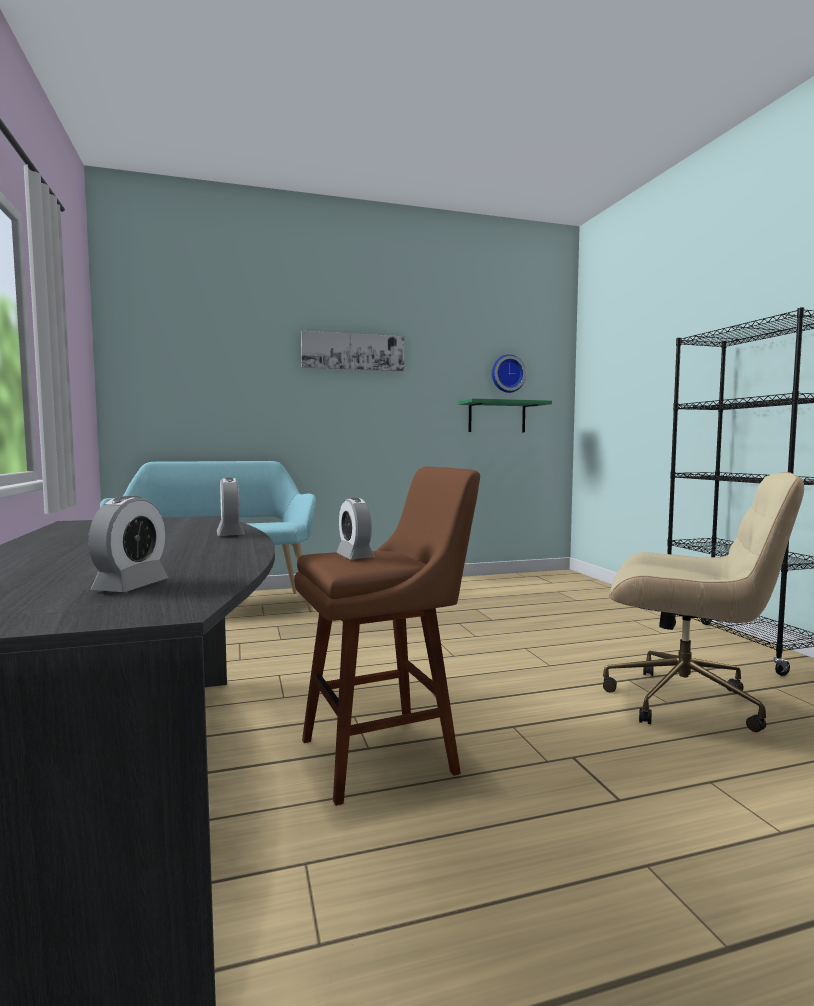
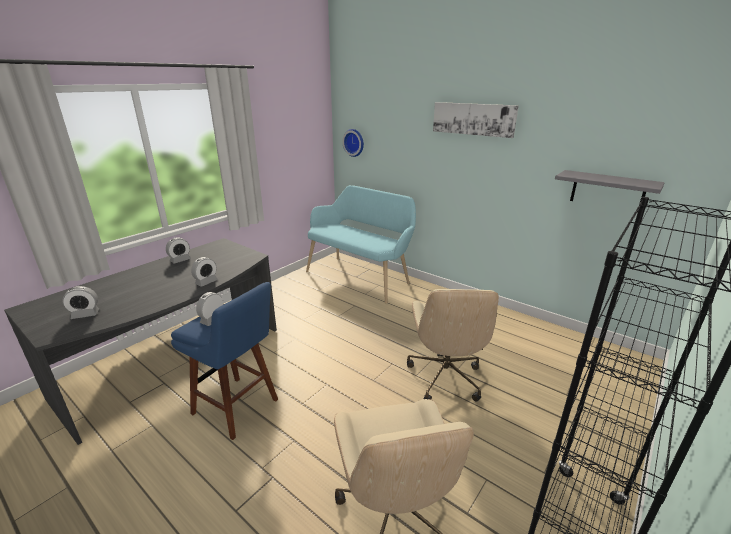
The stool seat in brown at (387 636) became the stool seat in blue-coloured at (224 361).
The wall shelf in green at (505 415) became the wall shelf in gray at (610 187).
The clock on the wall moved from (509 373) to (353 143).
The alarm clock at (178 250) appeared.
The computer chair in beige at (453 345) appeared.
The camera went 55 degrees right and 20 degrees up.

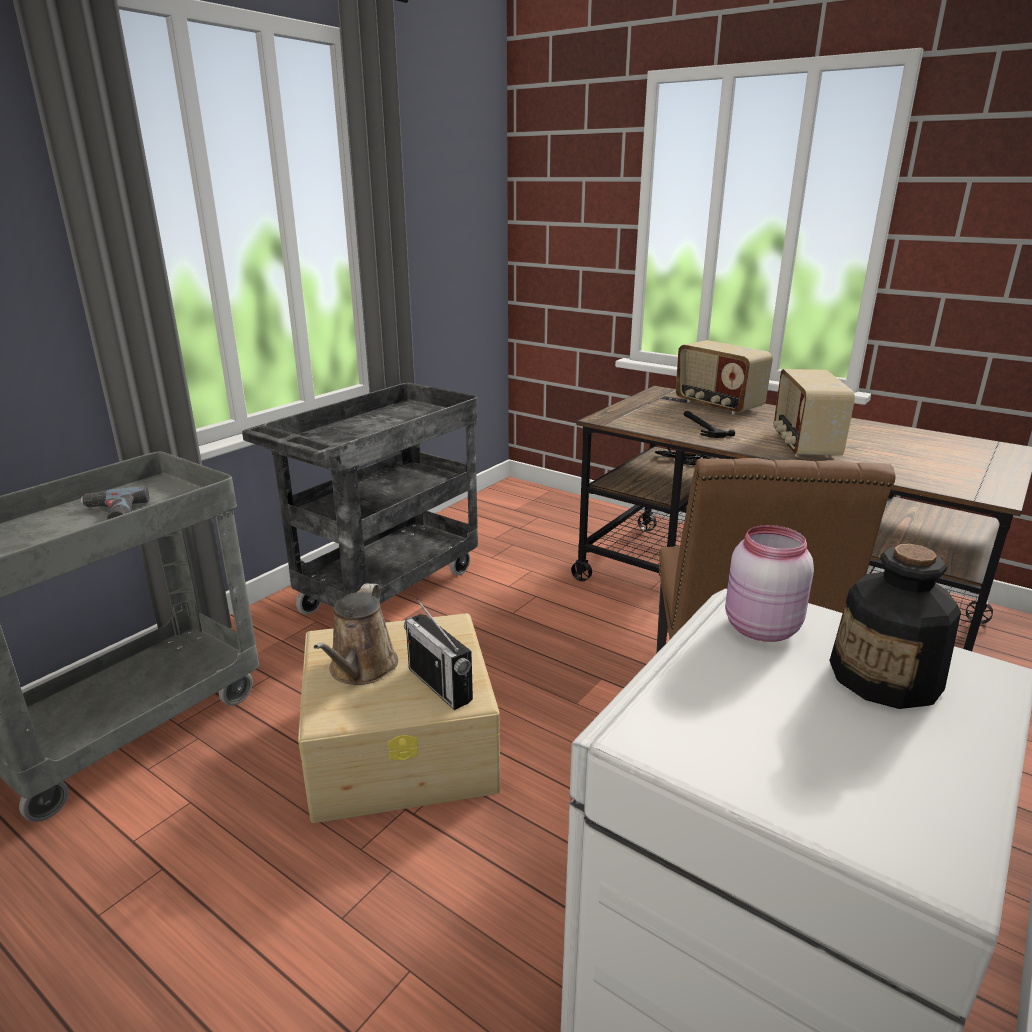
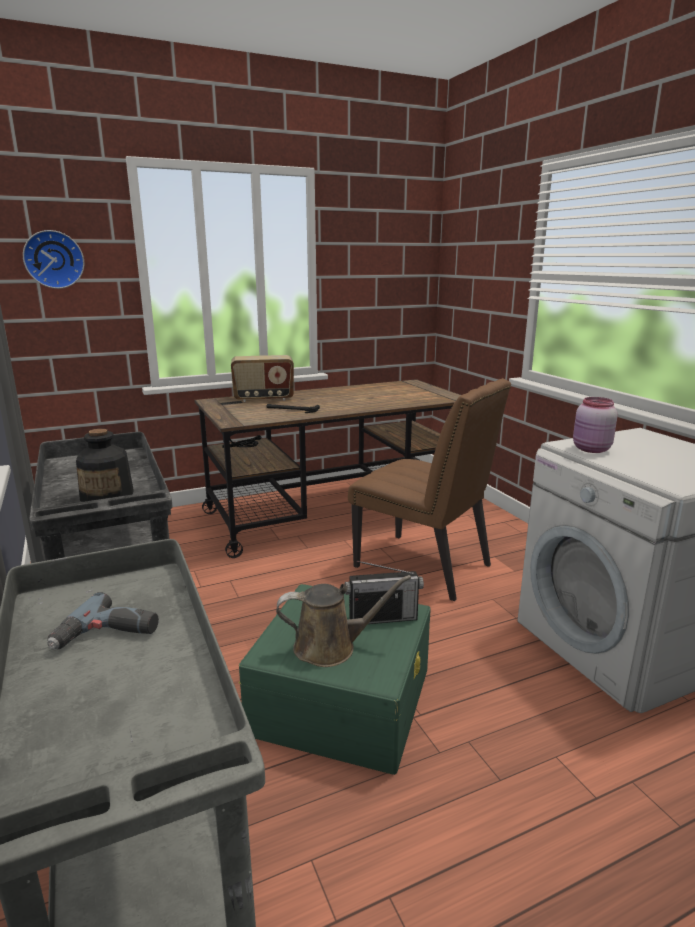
The storage box in beige at (399 718) became the storage box in green at (334 679).
The watering pot in brown at (356 634) turned 45 degrees counterclockwise.
The radio at (814 413) disappeared.
The beverage bottle moved from (895 626) to (105 465).
The clock on the wall at (53 259) appeared.
The camera went 60 degrees left and 5 degrees down.

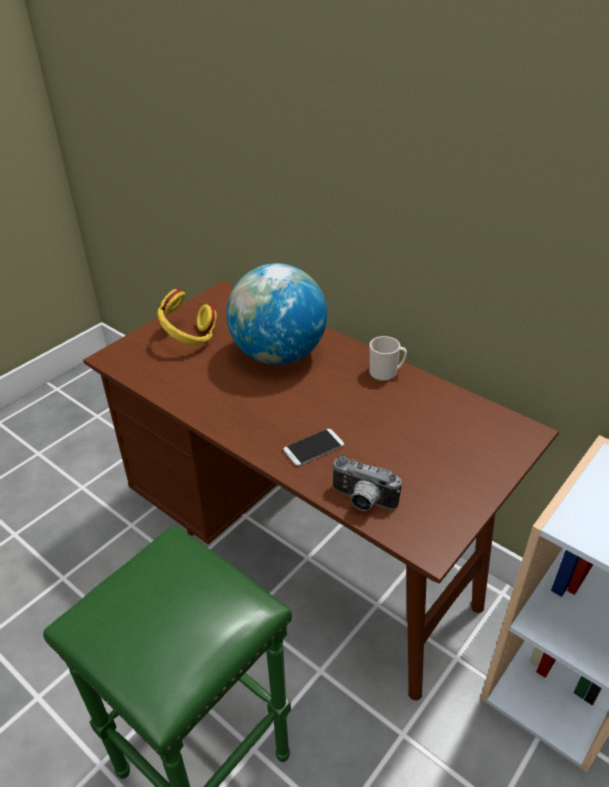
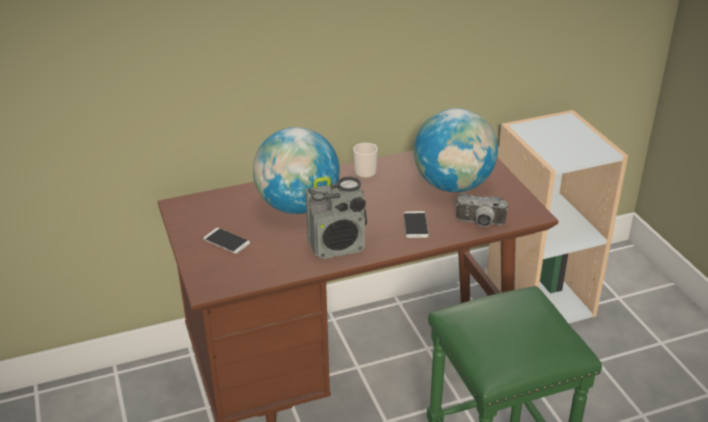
The pair of headphones in yellow-coloured at (187 317) was replaced by the phone at (226 241).
The still camera at (366 483) turned 45 degrees clockwise.
The radio at (336 218) appeared.
The desk globe at (456 150) appeared.
The camera went 60 degrees left and 5 degrees down.

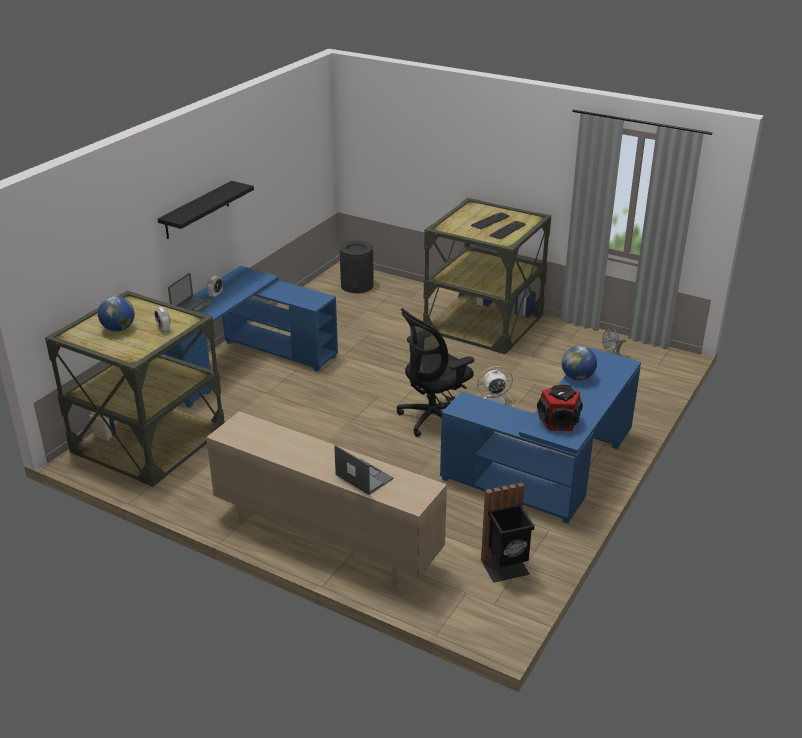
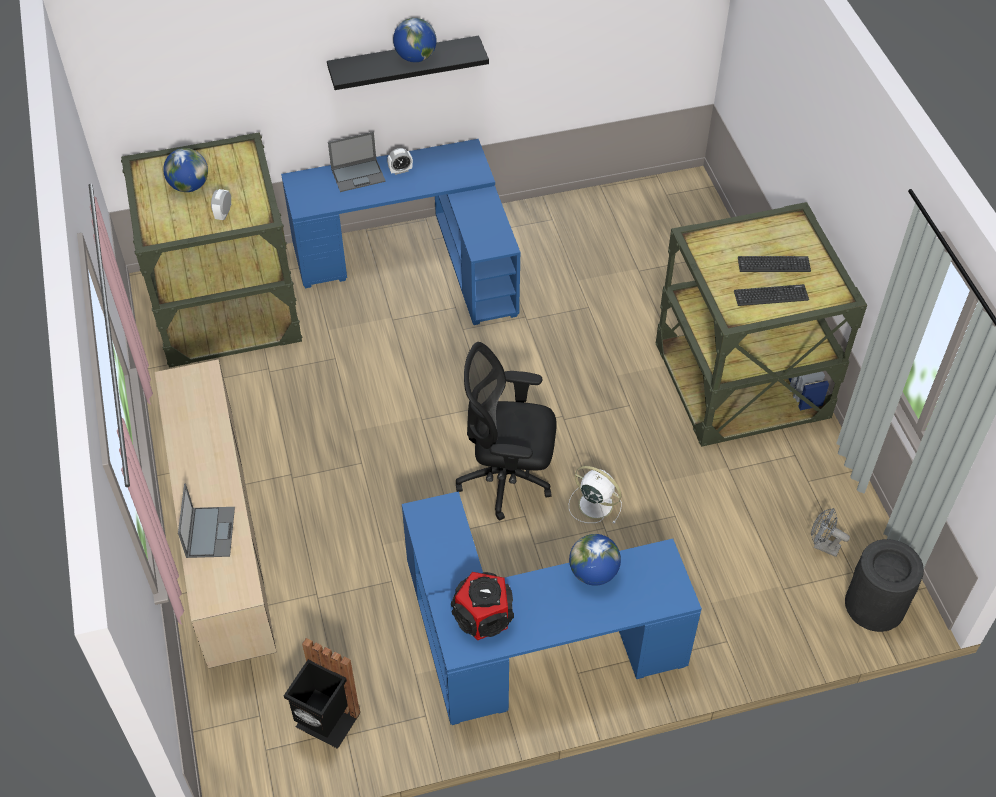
The waste bin in blackish moved from (357 267) to (884 585).
The desk globe at (415 40) appeared.
The camera went 45 degrees right and 20 degrees up.

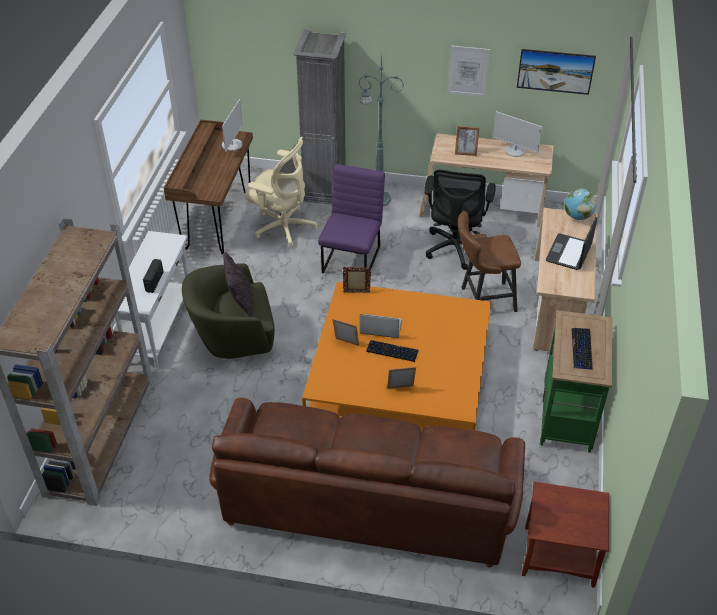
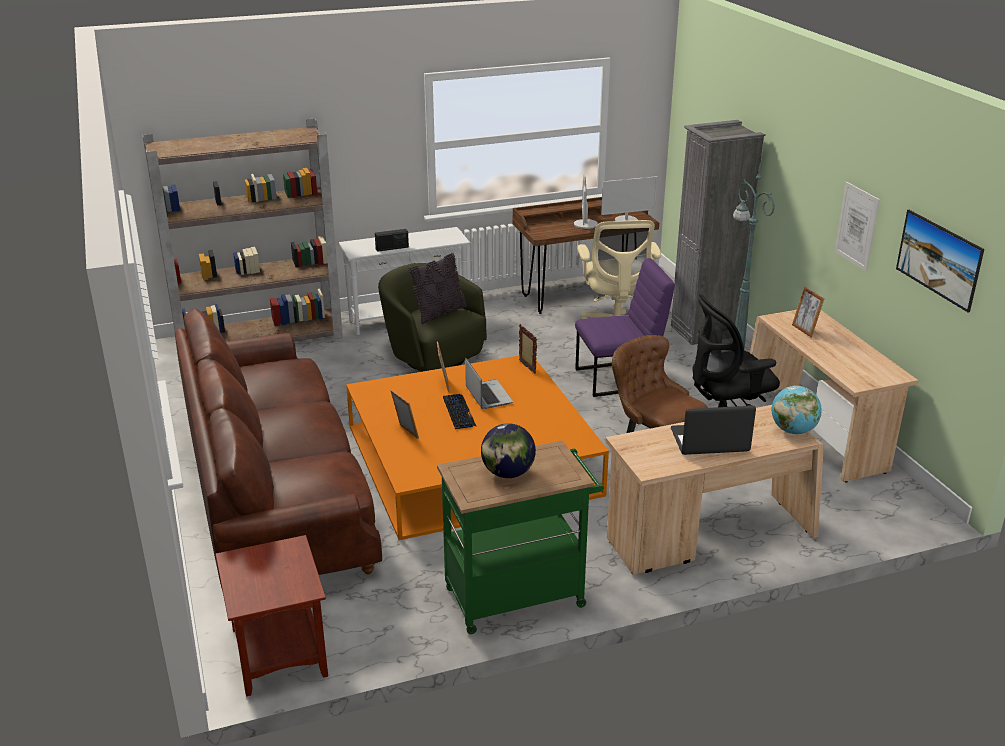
The monitor moved from (517 134) to (586 200).
The PC keyboard at (581 348) was replaced by the desk globe at (508 450).
The camera went 60 degrees right and 15 degrees down.

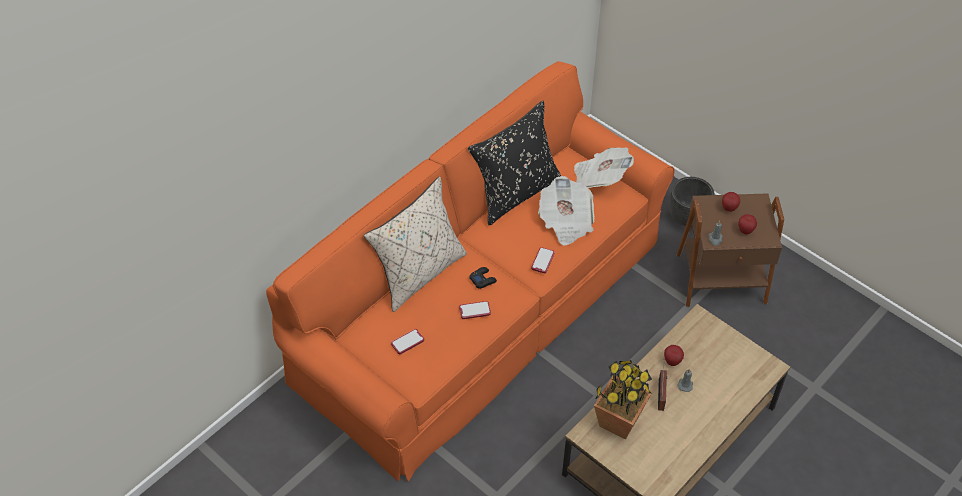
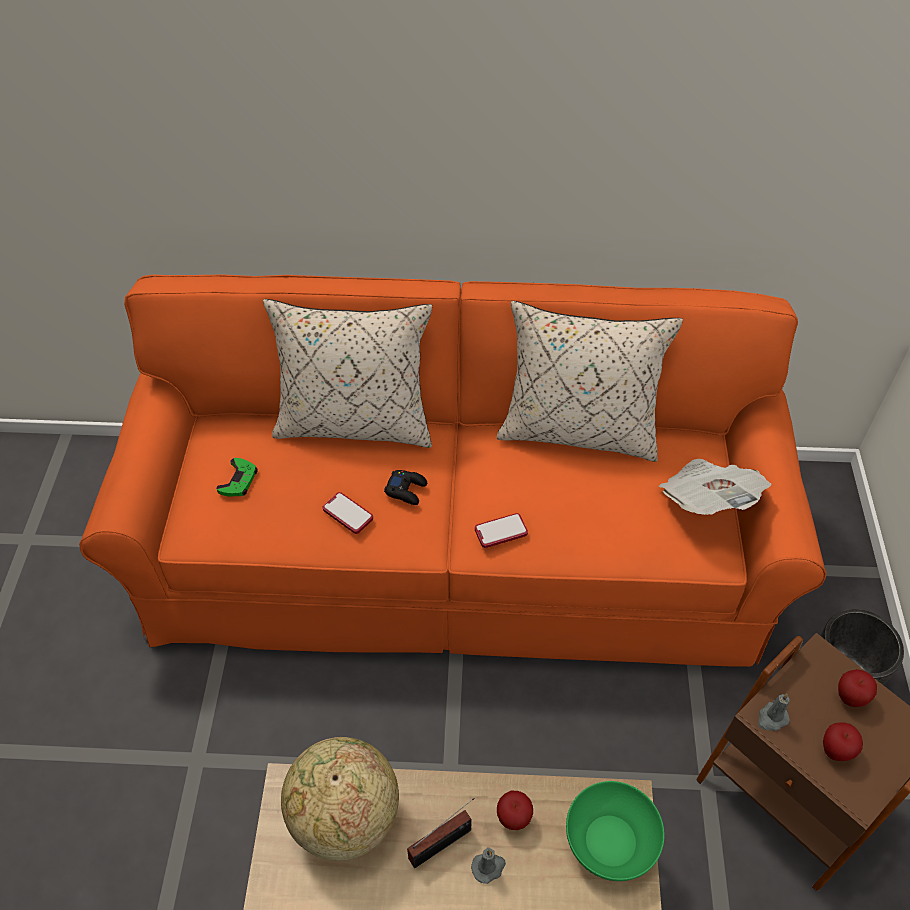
The phone at (407 342) was replaced by the game controller in green at (237 477).
The pillow in blackish at (514 163) became the pillow in beige at (590 381).
The printed paper at (566 211) disappeared.
The potted plant at (623 400) was replaced by the desk globe at (340 799).
The bowl in green at (615 831) appeared.
The camera went 50 degrees right and 0 degrees up.

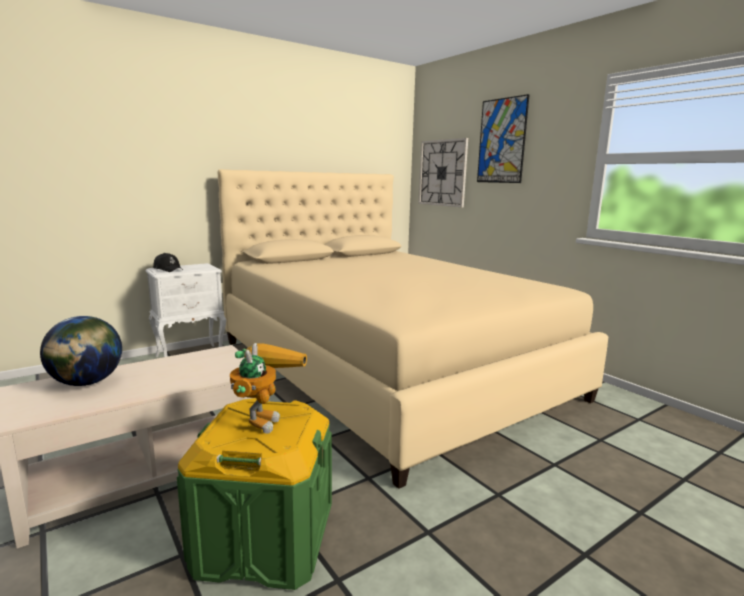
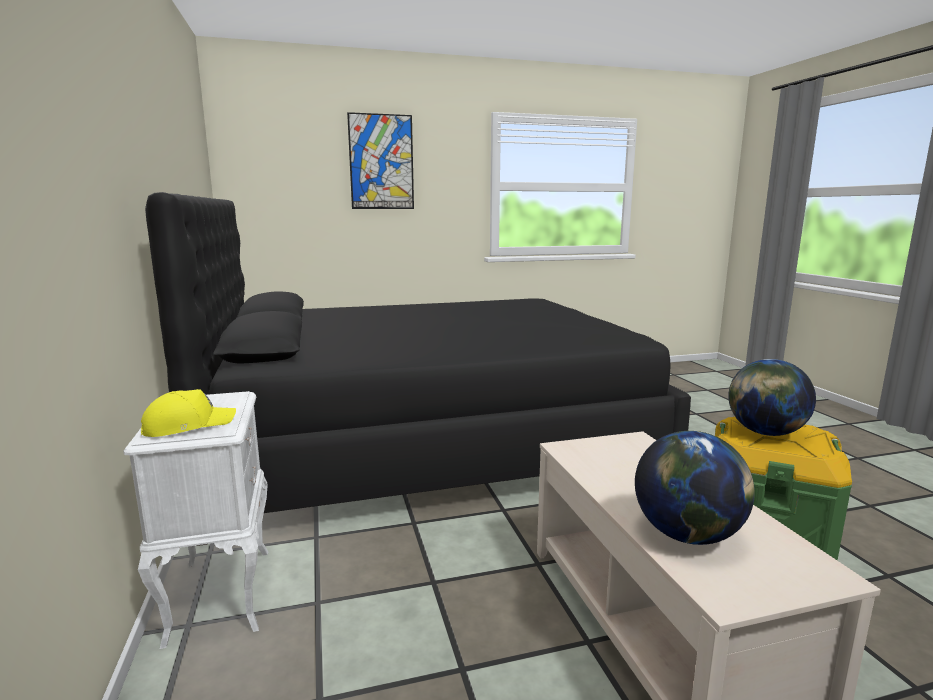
The peaked cap in blackish at (168 262) became the peaked cap in yellow-coloured at (188 413).
The bedroom bed in beige at (413 329) became the bedroom bed in blackish at (418 369).
The robot figure at (268 388) was replaced by the desk globe at (772 397).
The clock on the wall at (443 172) disappeared.
The camera went 70 degrees left and 0 degrees up.

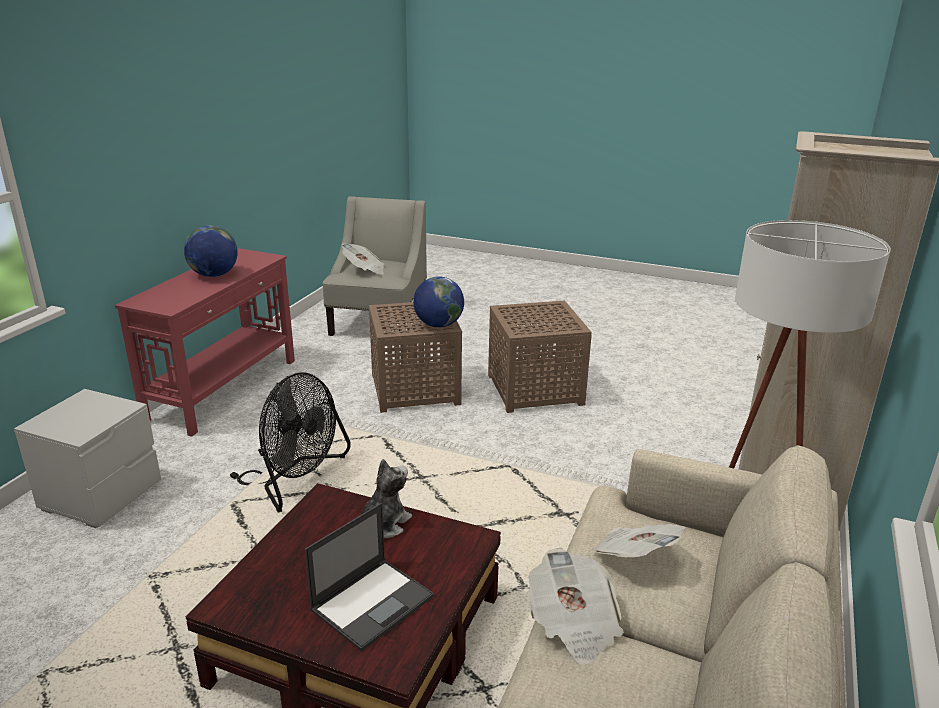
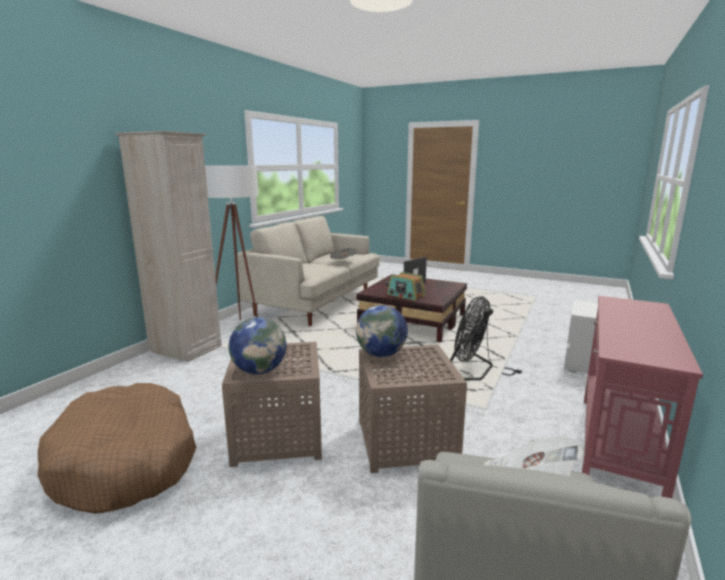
The desk globe moved from (211 251) to (257 345).
The plush toy at (387 498) was replaced by the radio at (406 286).
The printed paper at (638 541) disappeared.
The dog bed in brown at (117 448) appeared.
The camera went 175 degrees left and 10 degrees down.

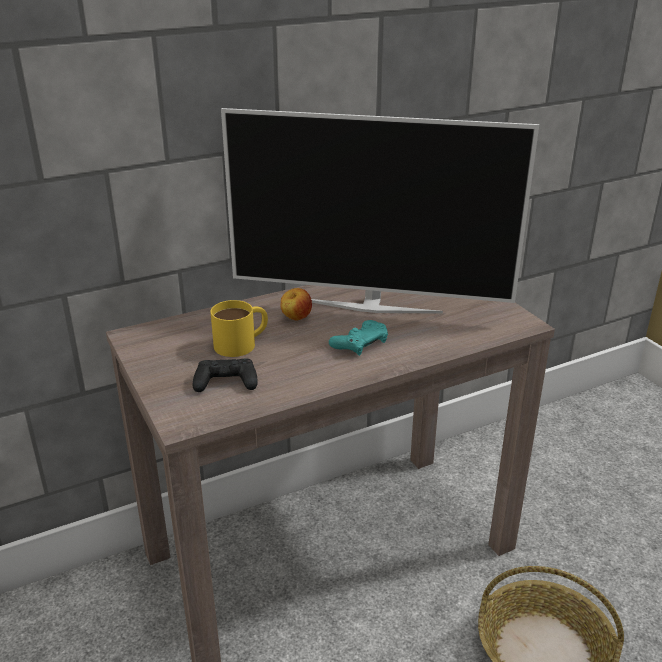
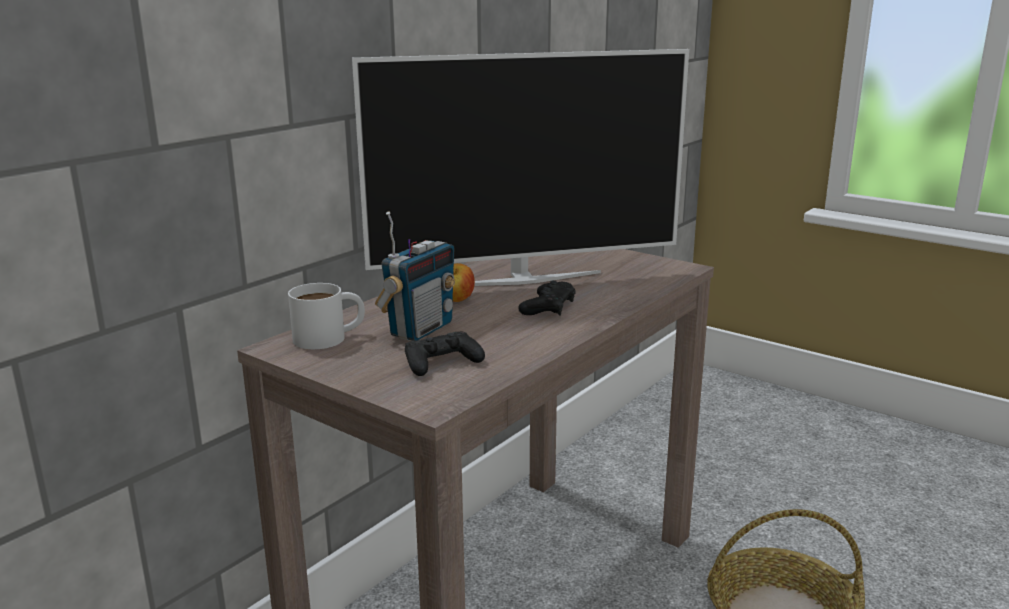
The coffee mug in yellow-coloured at (239 328) was replaced by the radio at (415 276).
The game controller in blue-green at (358 338) became the game controller in blackish at (547 298).
The coffee mug in whitish at (326 316) appeared.
The camera went 25 degrees left and 10 degrees down.

